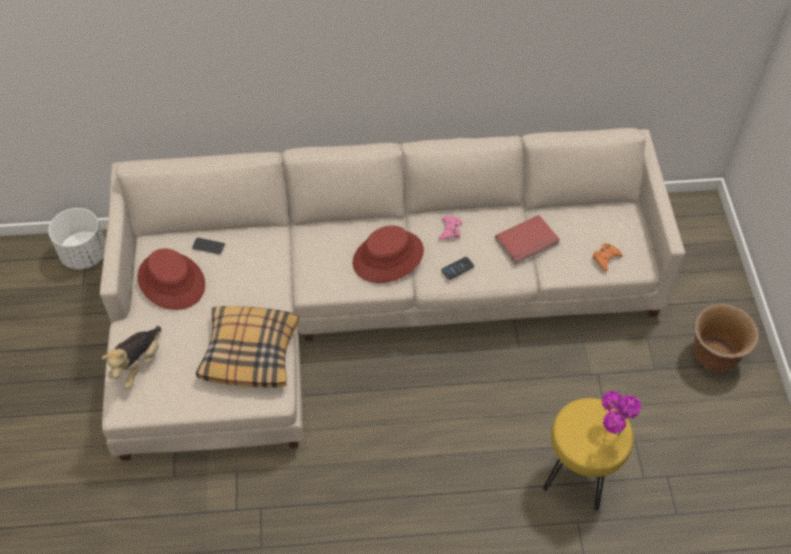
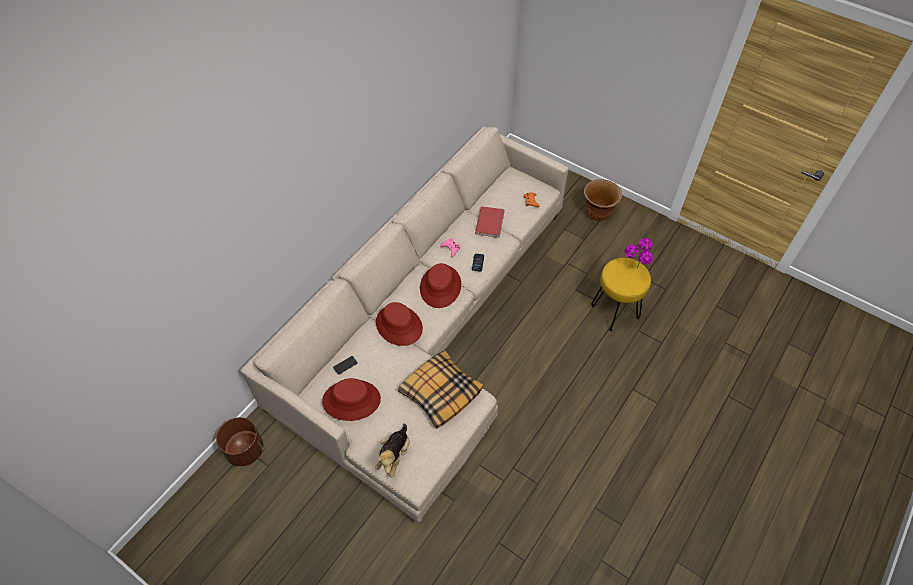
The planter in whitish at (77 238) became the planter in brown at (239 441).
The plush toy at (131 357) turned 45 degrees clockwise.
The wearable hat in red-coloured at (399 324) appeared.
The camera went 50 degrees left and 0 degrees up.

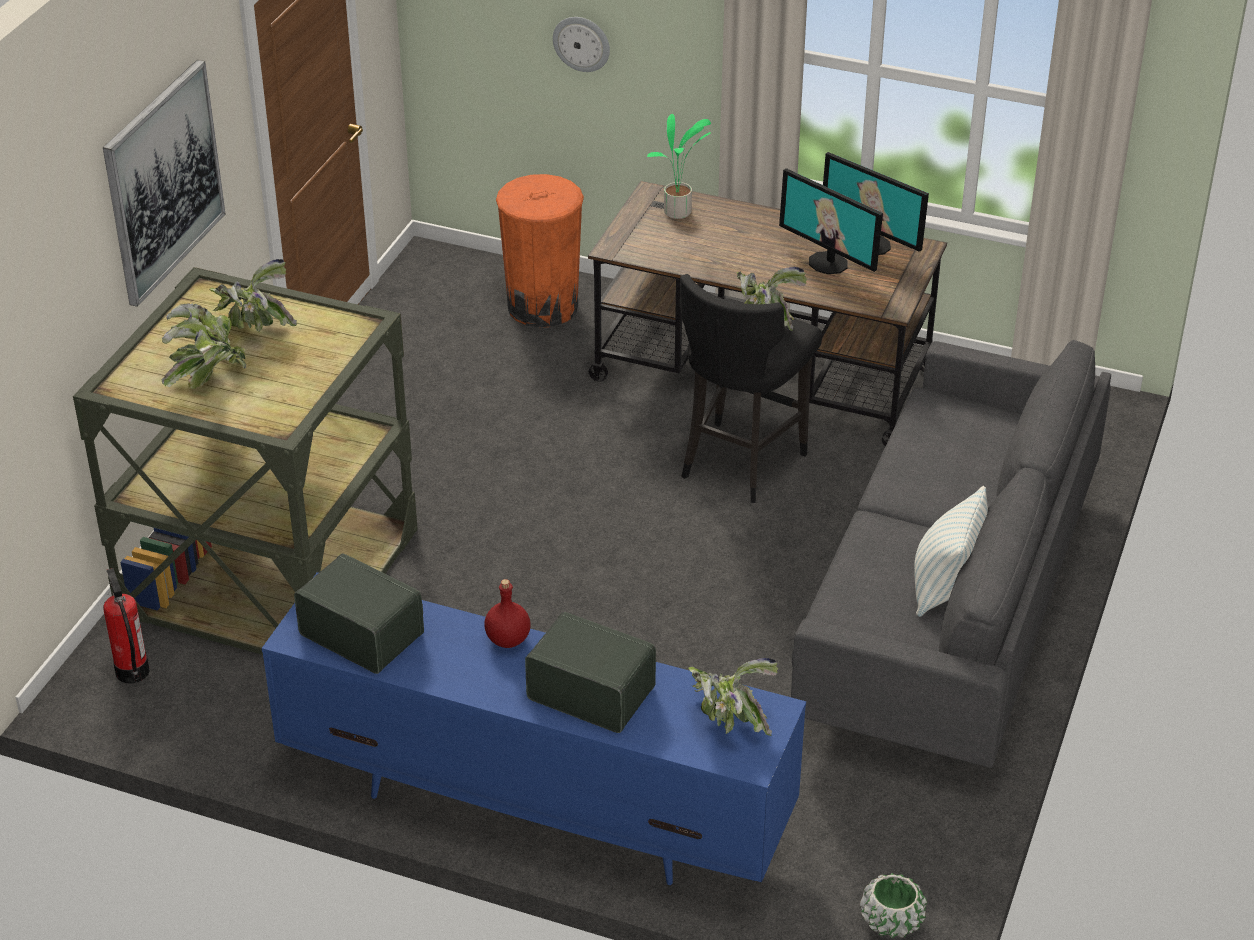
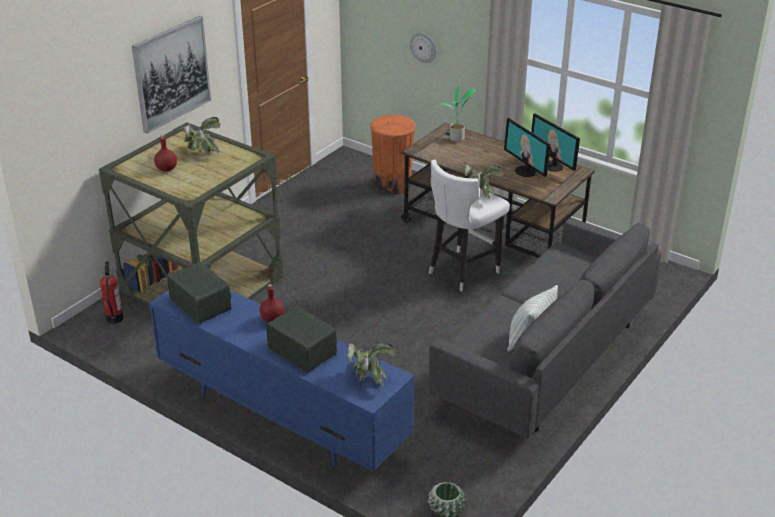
The potted plant at (204 346) was replaced by the beverage bottle in red-coloured at (165 153).
The stool seat in blackish at (751 388) became the stool seat in whitish at (469 225).
The camera went 15 degrees right and 5 degrees down.

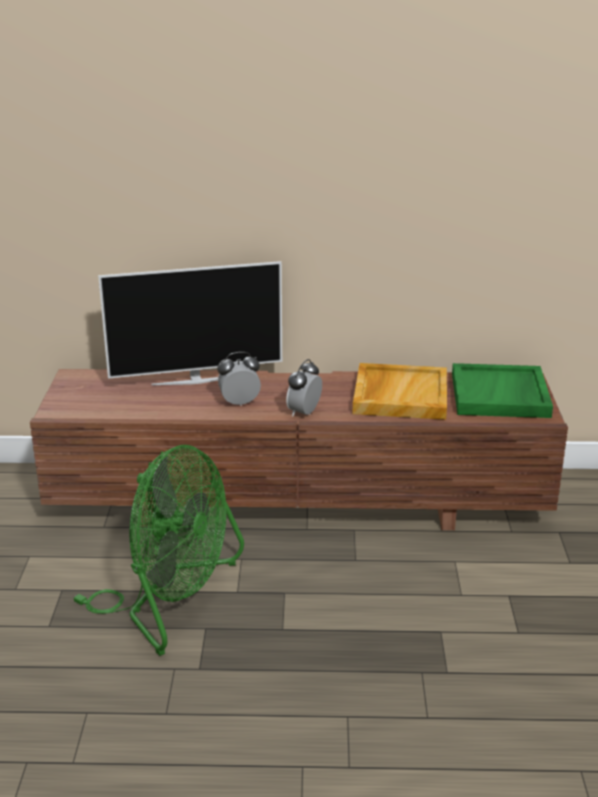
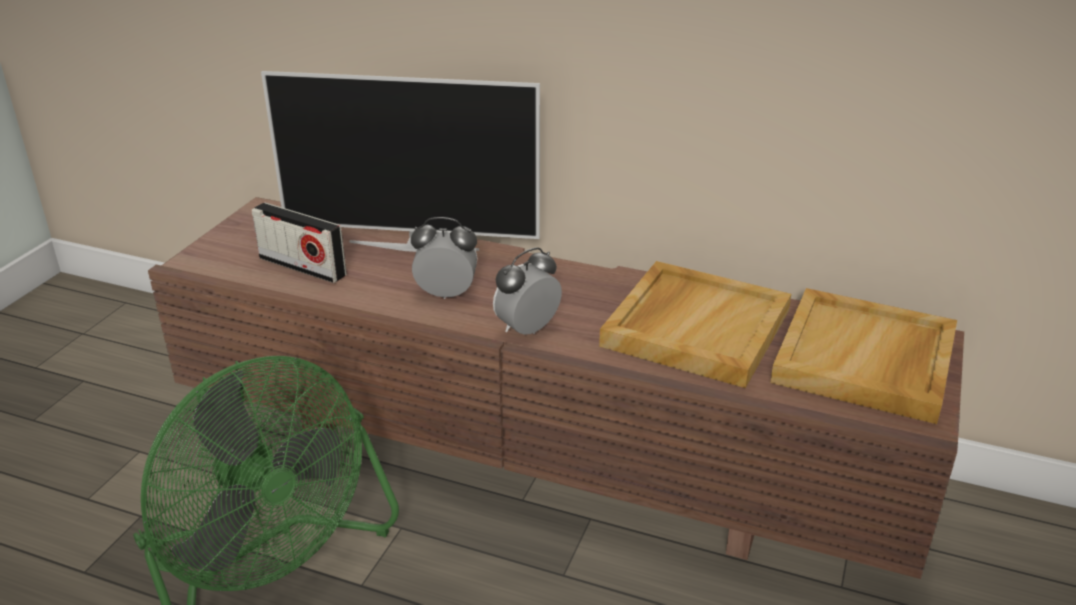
The serving tray in green at (502 390) became the serving tray in beige at (863 356).
The radio at (299 242) appeared.
The camera went 20 degrees right and 5 degrees up.

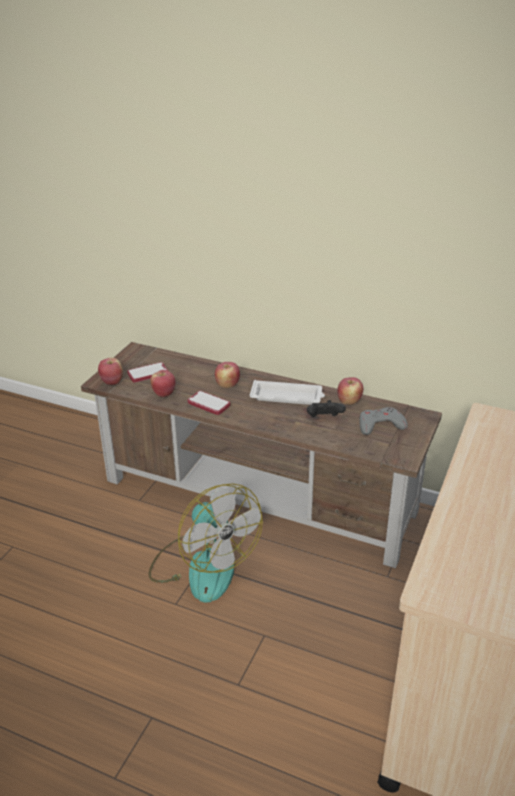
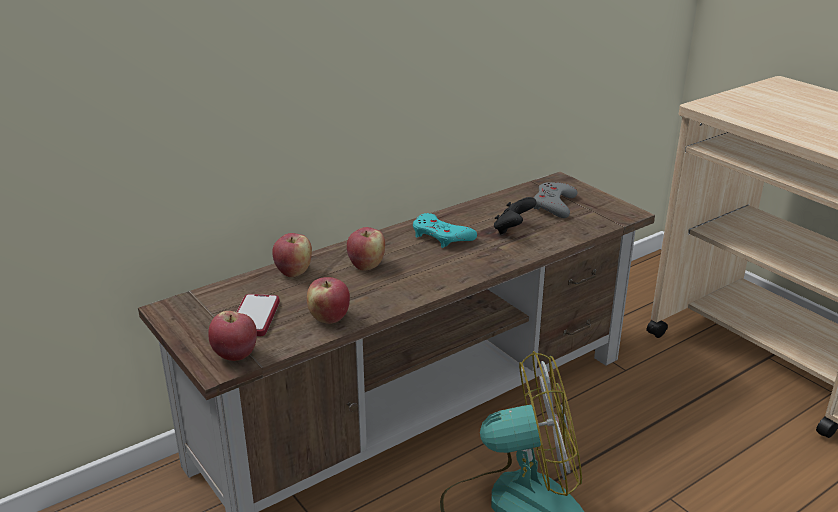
The phone at (209 403) disappeared.
The serving tray in whitish at (287 392) was replaced by the game controller in blue-green at (445 230).
The apple moved from (350 391) to (292 255).
The camera went 60 degrees left and 5 degrees down.

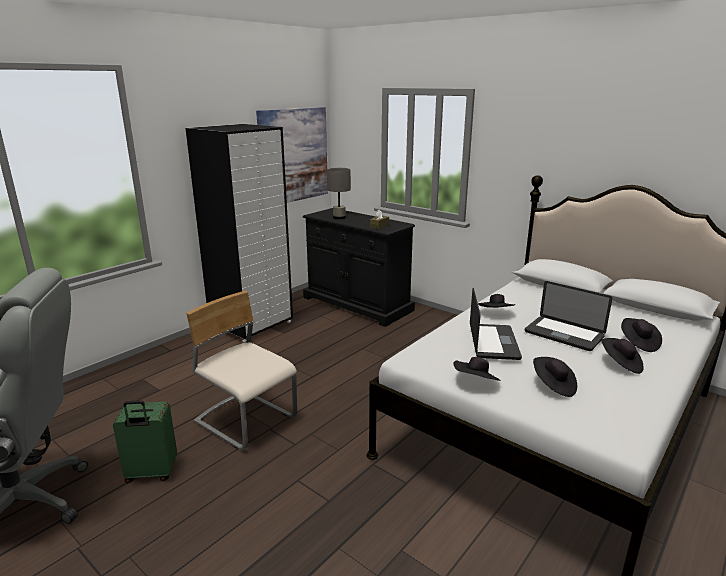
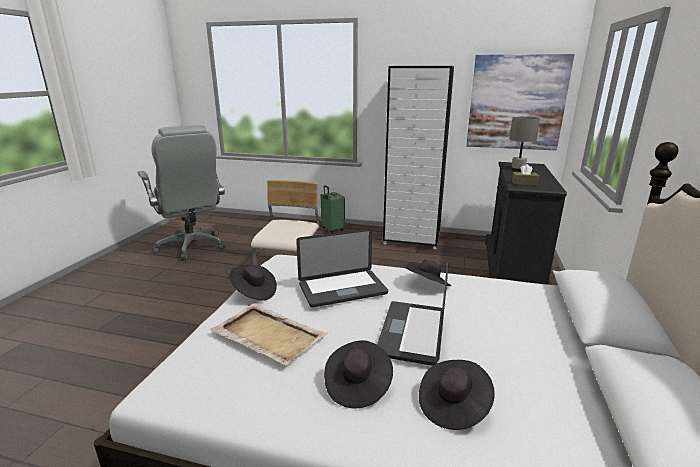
The piece of luggage in green moved from (145 441) to (333 209).
The wearable hat in blackish at (555 377) was replaced by the serving tray in beige at (269 334).
The camera went 65 degrees right and 0 degrees up.

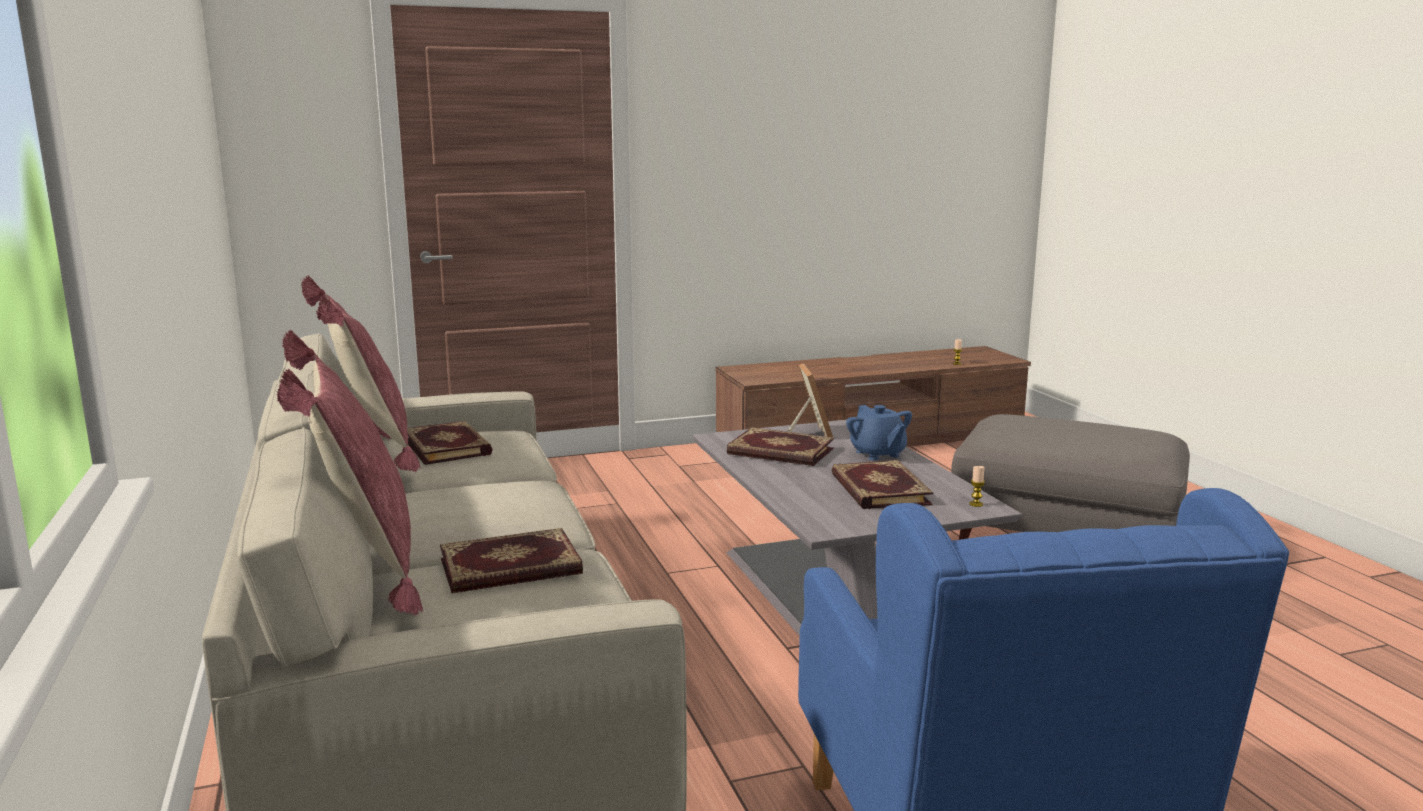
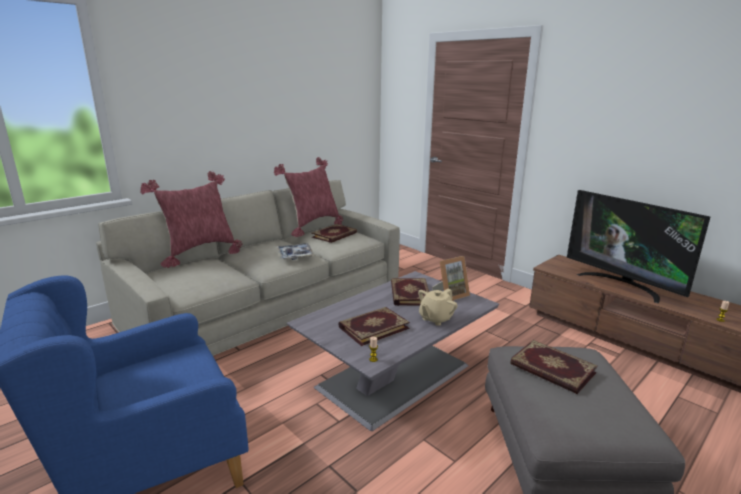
The bound book moved from (511 560) to (554 367).
The tea pot in blue-coloured at (879 432) became the tea pot in beige at (437 307).
The serving tray at (295 251) appeared.
The TV at (638 246) appeared.
The camera went 65 degrees right and 5 degrees up.

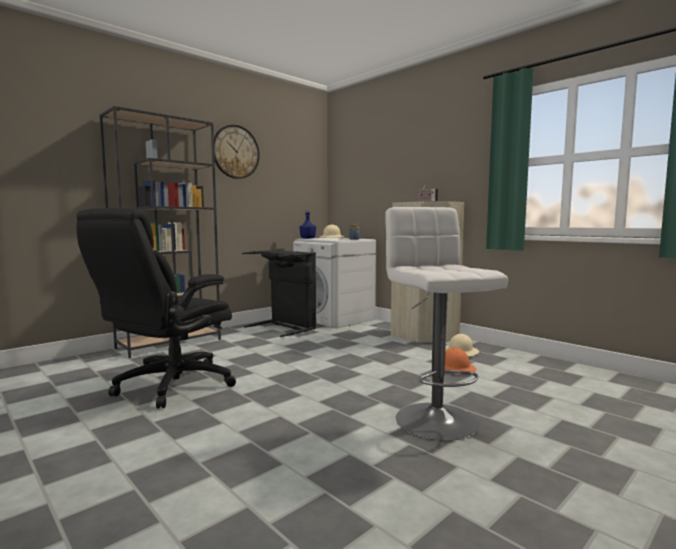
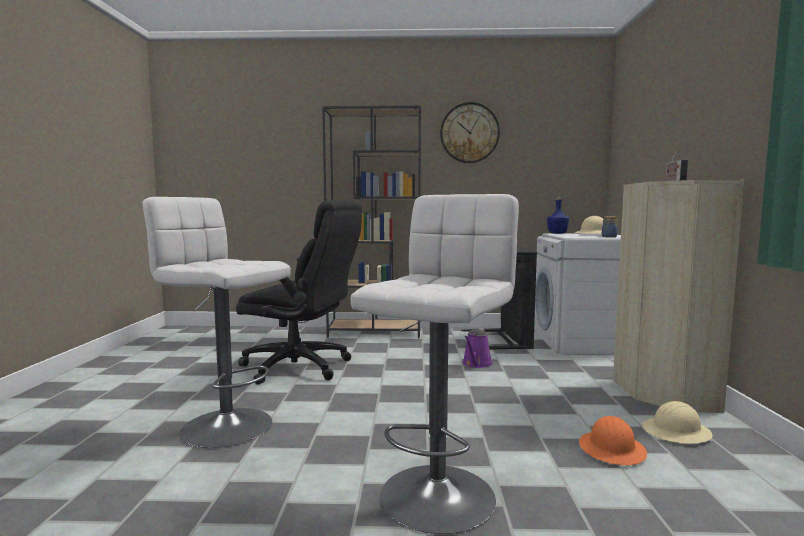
The computer chair in blackish at (156 308) turned 150 degrees counterclockwise.
The stool seat in whitish at (216 322) appeared.
The watering pot in purple at (477 348) appeared.
The camera went 45 degrees right and 0 degrees up.

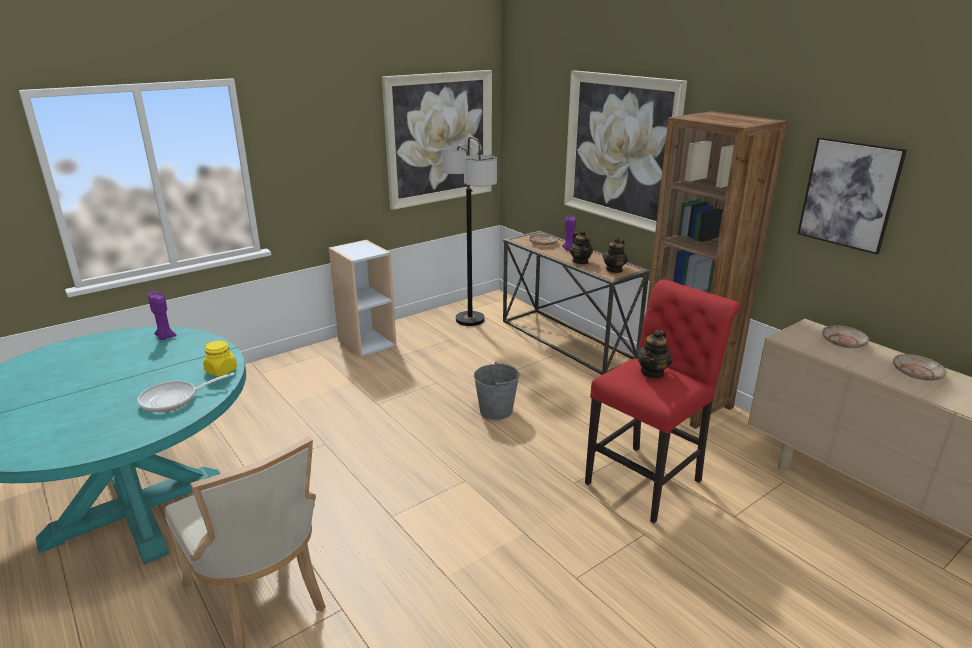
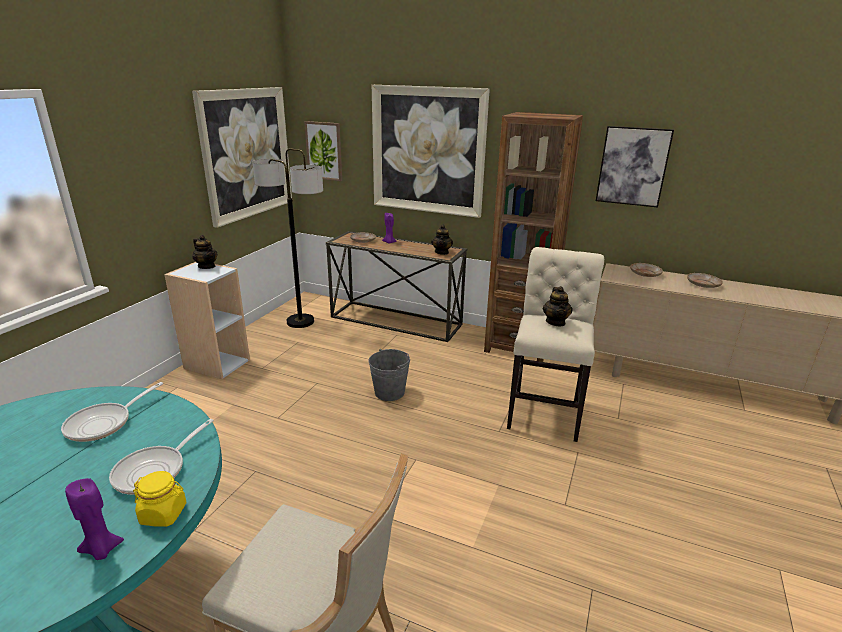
The wax light in purple moved from (162 316) to (94 519).
The jar in yellow-coloured moved from (220 358) to (160 499).
The tea pot moved from (581 247) to (204 252).
The stool seat in red-coloured at (662 401) became the stool seat in beige at (555 344).
The skillet at (112 412) appeared.
The wall art at (323 151) appeared.
The camera went 30 degrees left and 0 degrees up.

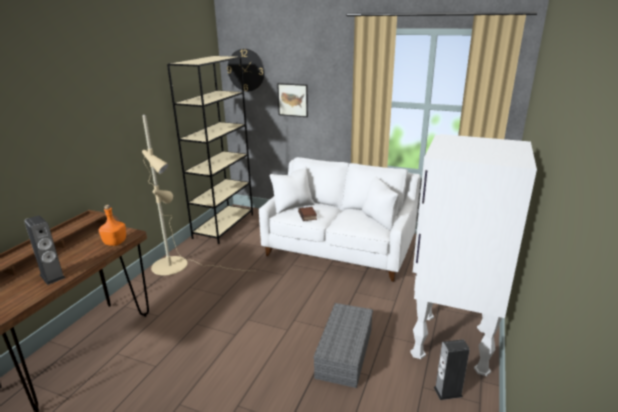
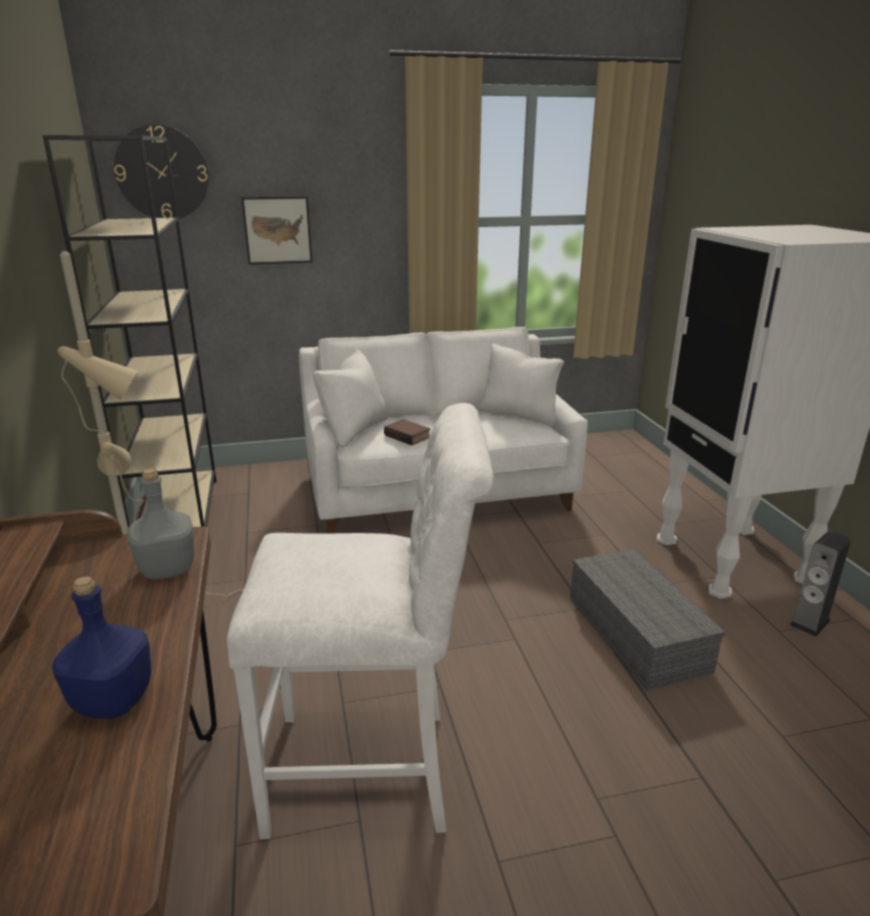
The audio speaker at (44 250) was replaced by the beverage bottle in blue-coloured at (101 647).
The beverage bottle in orange-coloured at (112 225) became the beverage bottle in gray at (161 523).
The stool seat in whitish at (360 621) appeared.
The camera went 35 degrees left and 0 degrees up.

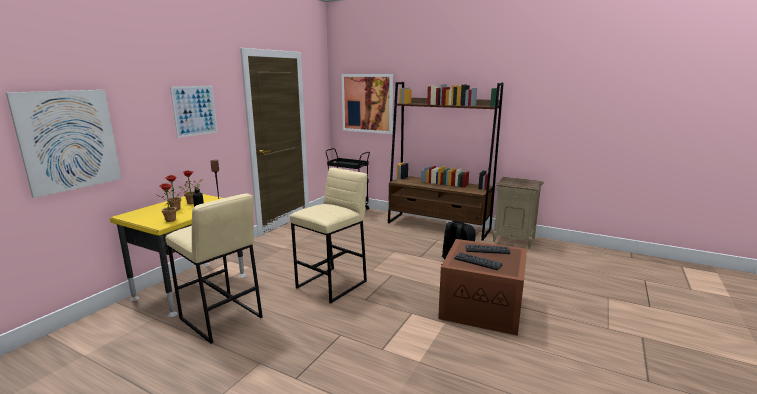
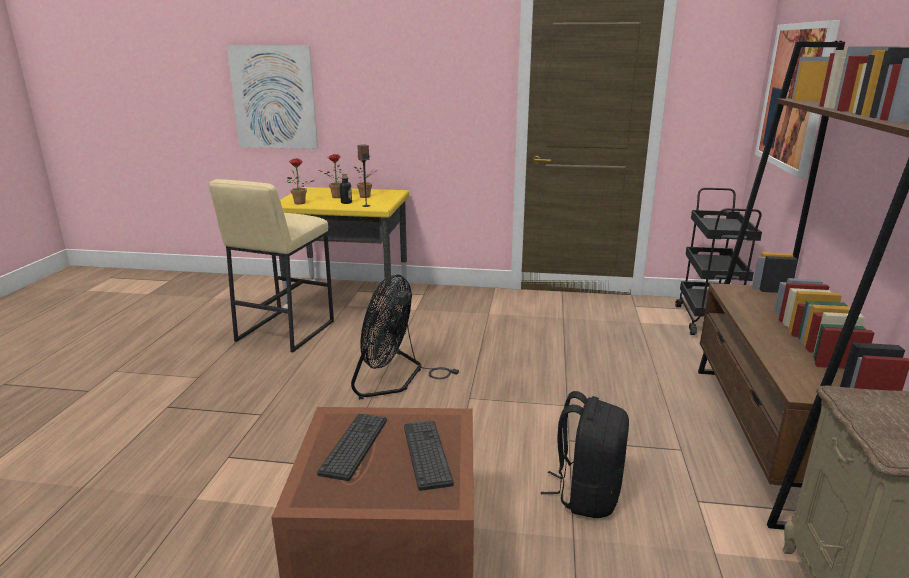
The wall art at (194 112) disappeared.
The stool seat in beige at (328 235) was replaced by the cooling fan in blackish at (405 337).
The camera went 70 degrees right and 5 degrees up.

